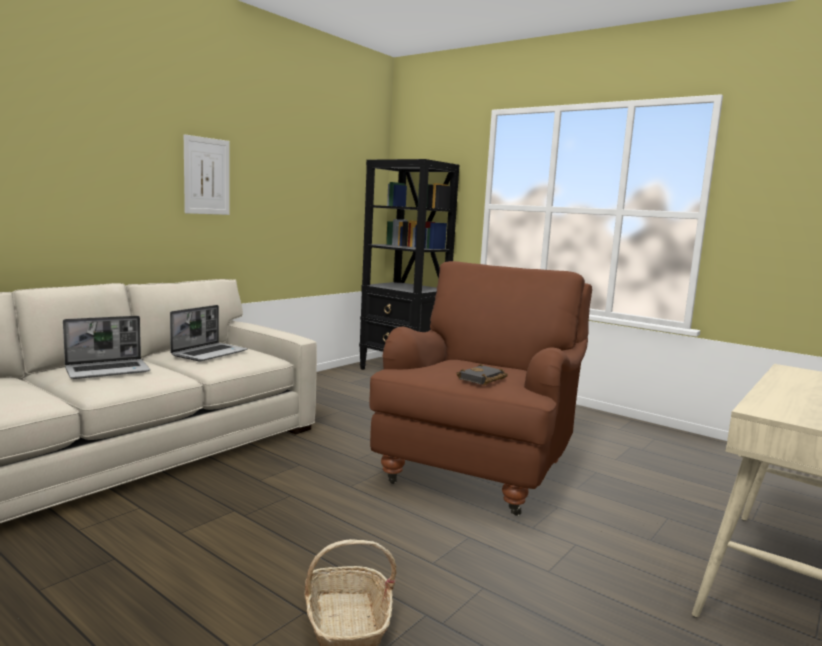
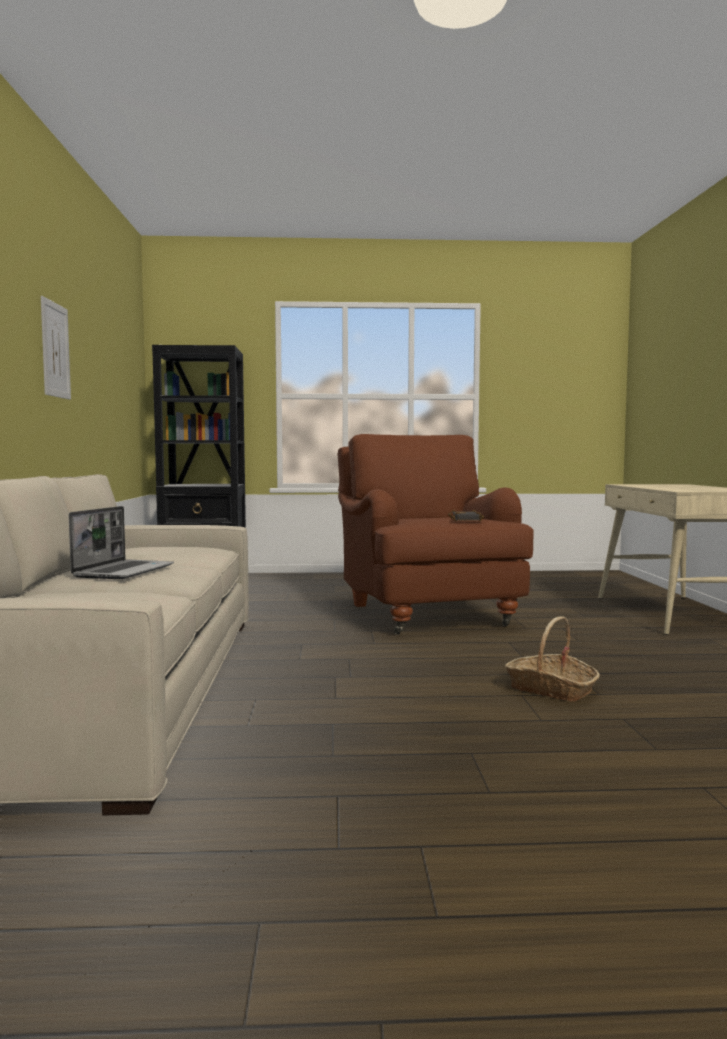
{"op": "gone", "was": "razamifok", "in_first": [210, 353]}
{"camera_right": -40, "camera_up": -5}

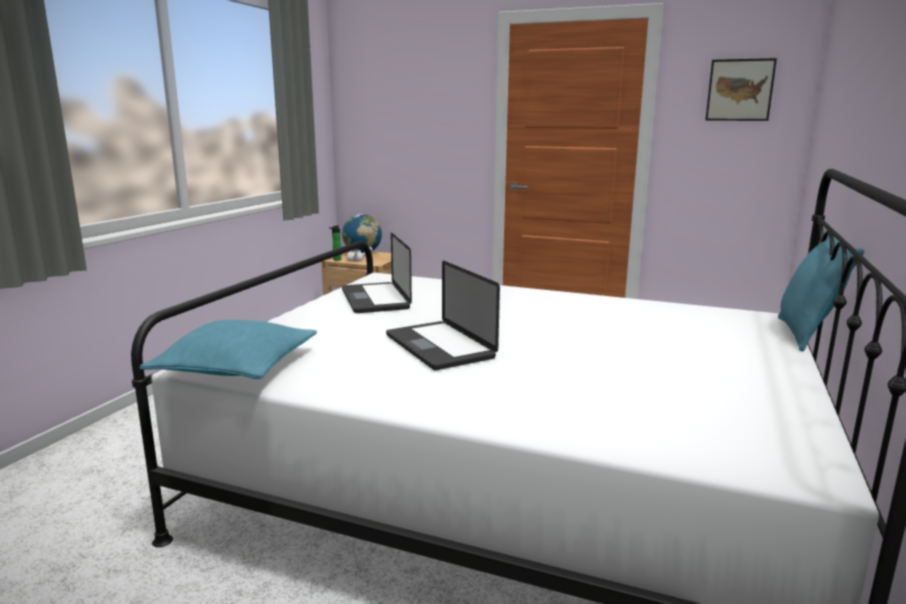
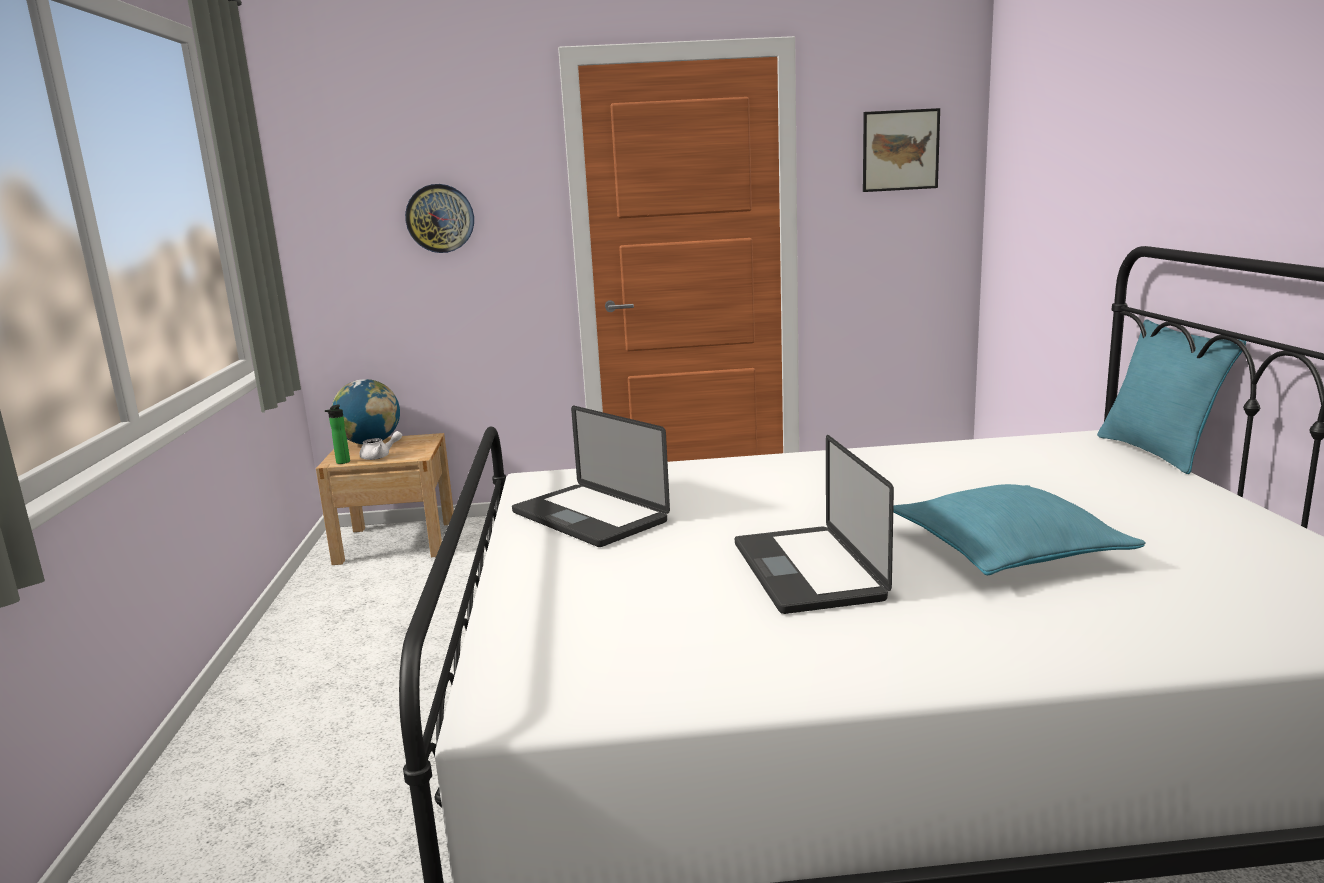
{"op": "new", "now": "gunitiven", "in_second": [440, 218]}
{"op": "shifted", "was": "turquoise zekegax", "in_first": [236, 367], "in_second": [1007, 551]}
{"op": "rotated", "was": "razamifok", "in_first": [439, 346], "in_second": [807, 571], "clockwise": 45}
{"camera_right": -25, "camera_up": 0}

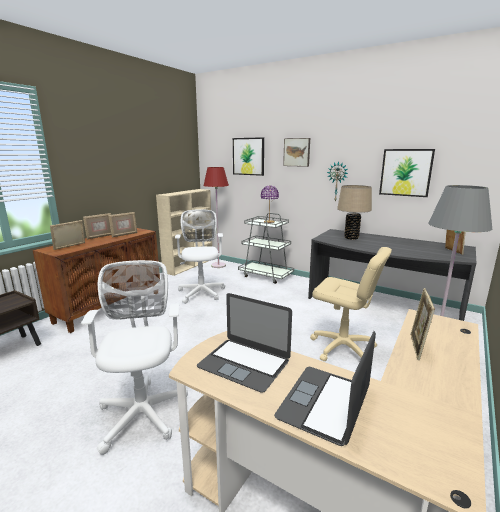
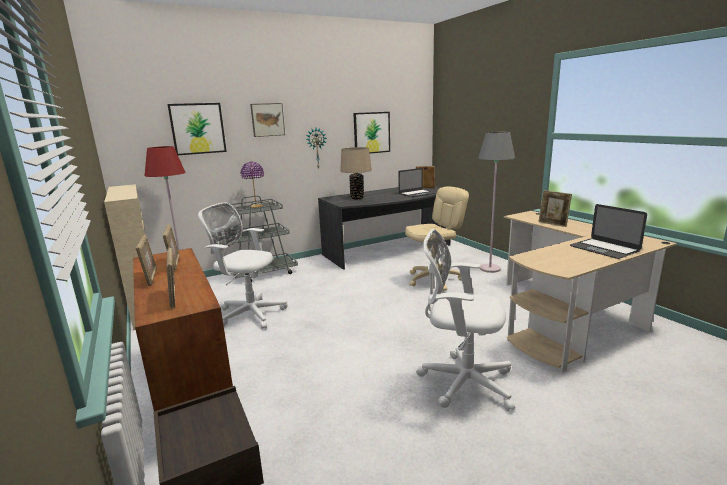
{"op": "shifted", "was": "razamifok", "in_first": [244, 363], "in_second": [417, 193]}
{"camera_right": -60, "camera_up": 0}

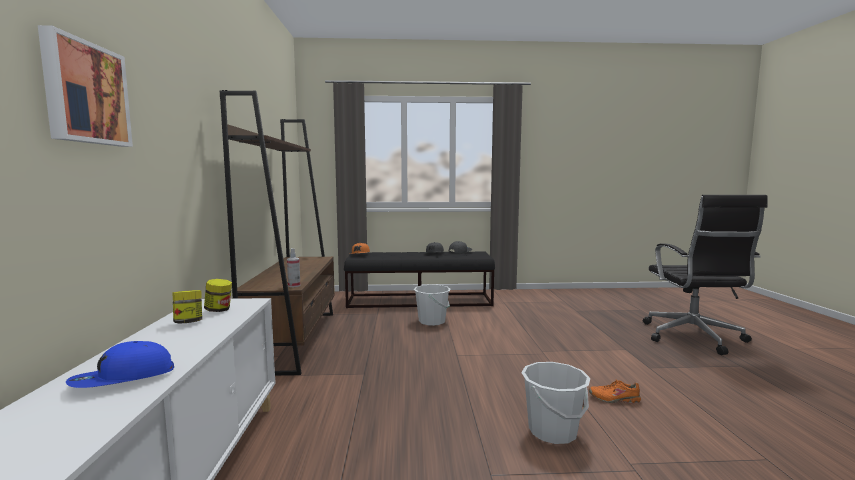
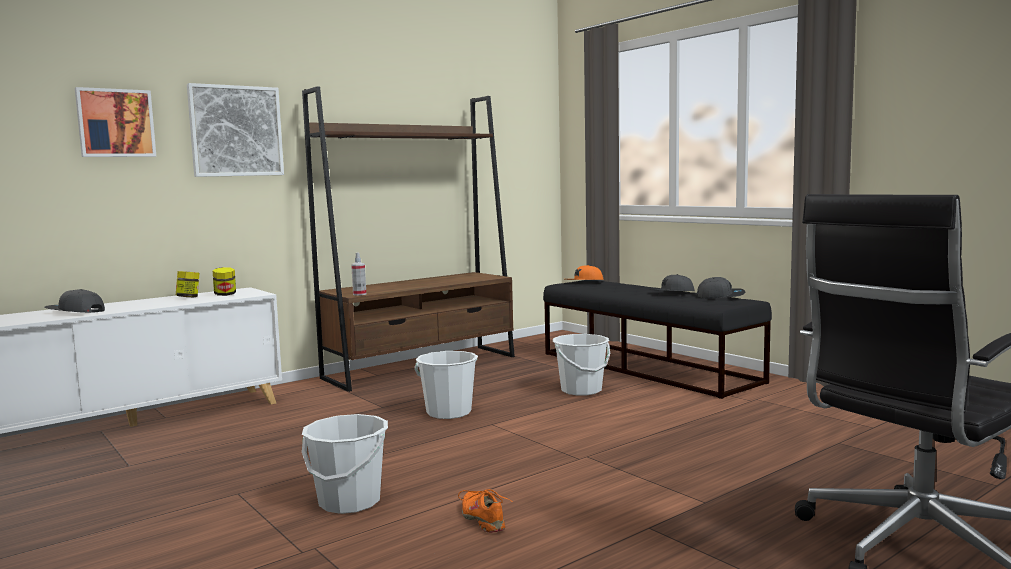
{"op": "new", "now": "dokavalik", "in_second": [236, 131]}
{"op": "new", "now": "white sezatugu", "in_second": [449, 412]}
{"op": "repainted", "was": "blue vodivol", "now": "grey vodivol", "in_first": [123, 379], "in_second": [75, 312]}
{"camera_right": 55, "camera_up": 0}

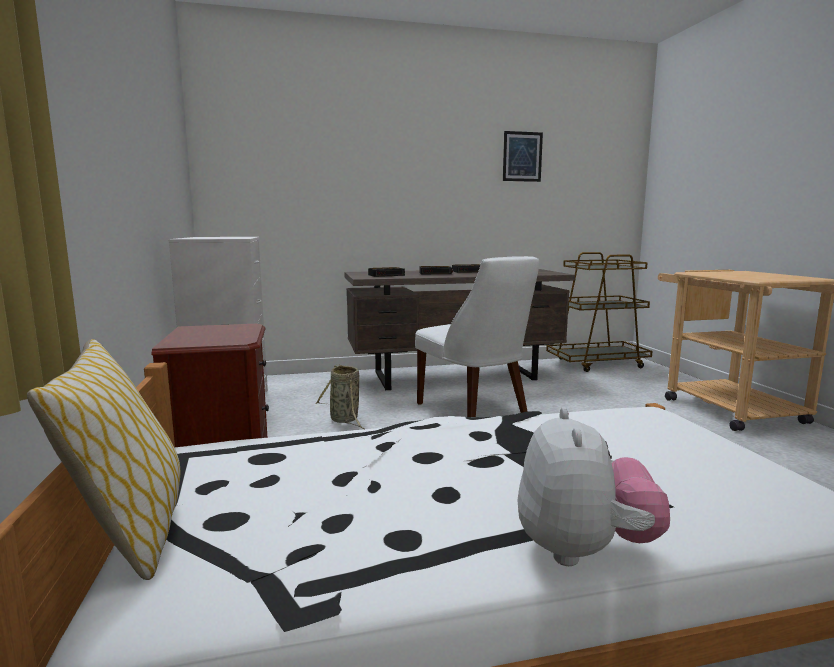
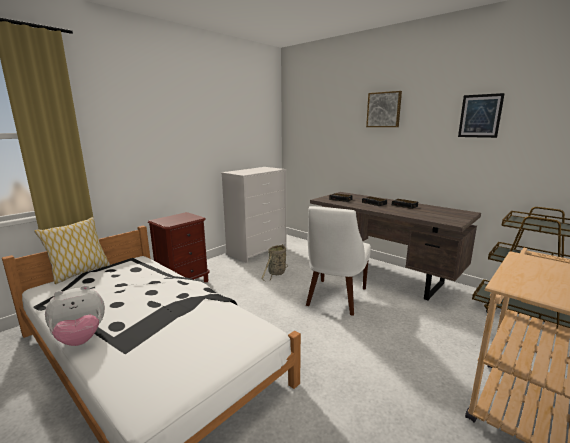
{"op": "new", "now": "dokavalik", "in_second": [384, 109]}
{"camera_right": 55, "camera_up": 5}

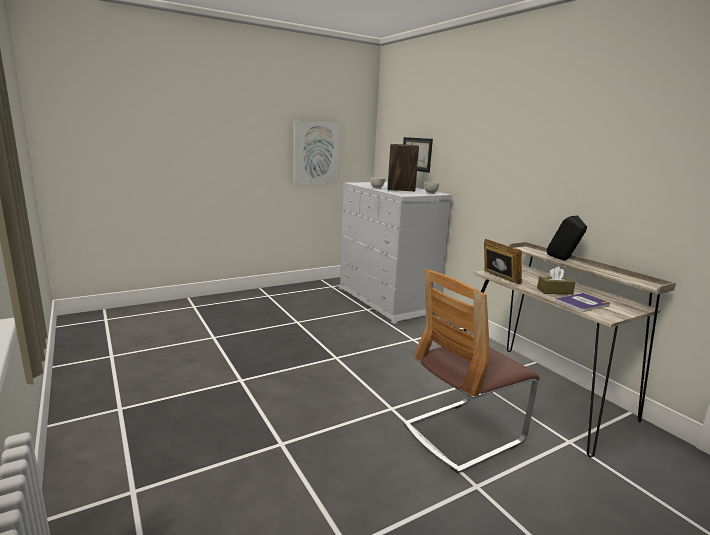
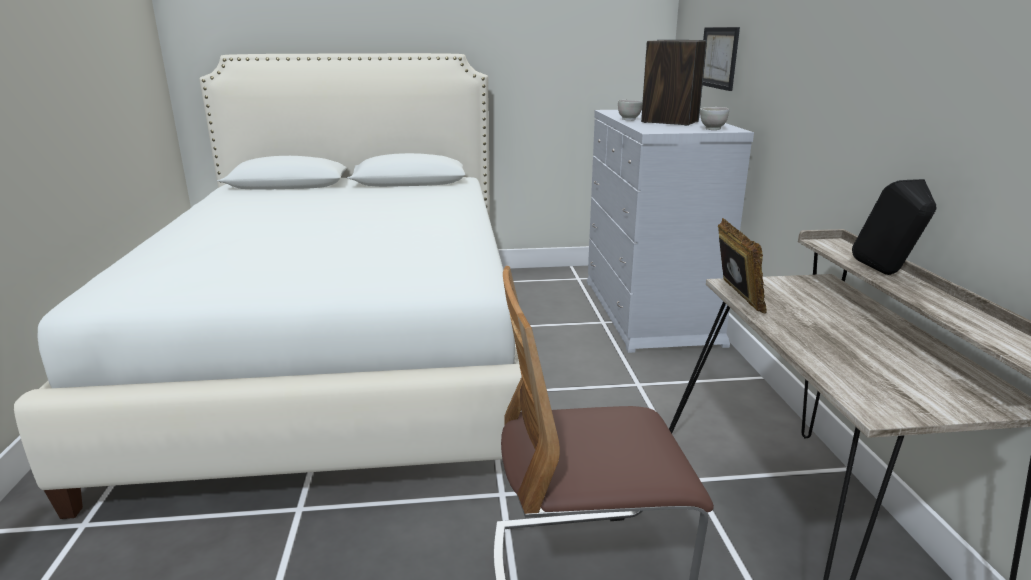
{"op": "gone", "was": "dokavalik", "in_first": [316, 152]}
{"op": "gone", "was": "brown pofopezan", "in_first": [554, 291]}
{"op": "gone", "was": "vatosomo", "in_first": [582, 303]}
{"op": "new", "now": "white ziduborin", "in_second": [344, 354]}
{"camera_right": 25, "camera_up": 5}

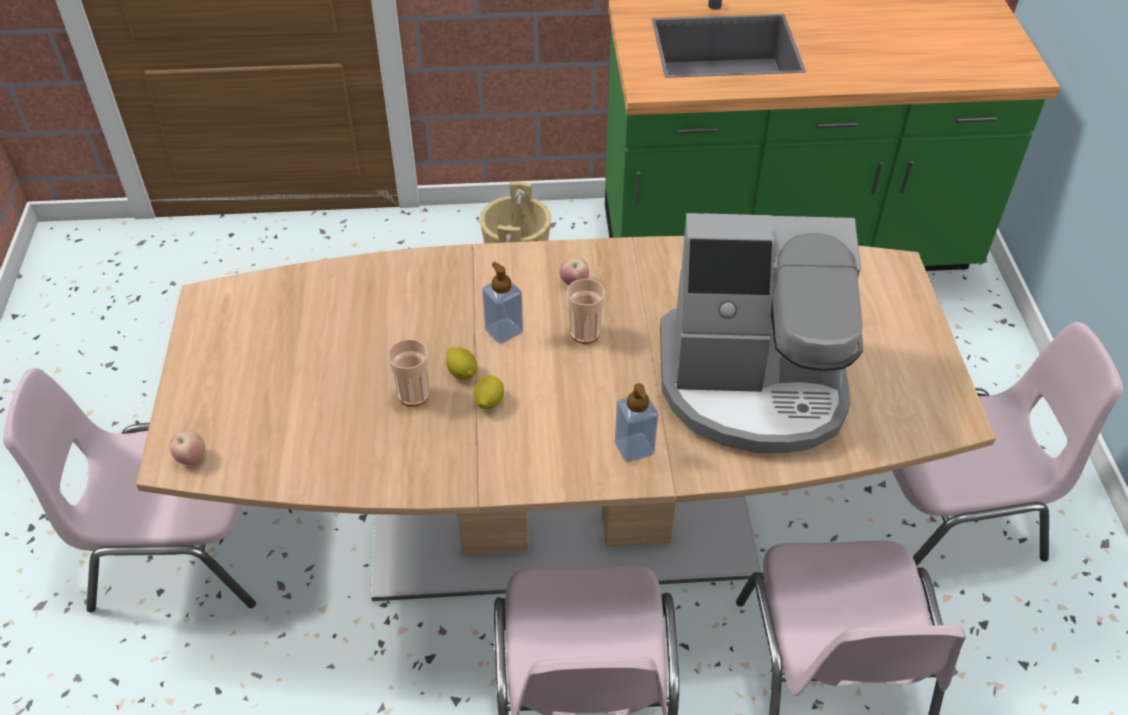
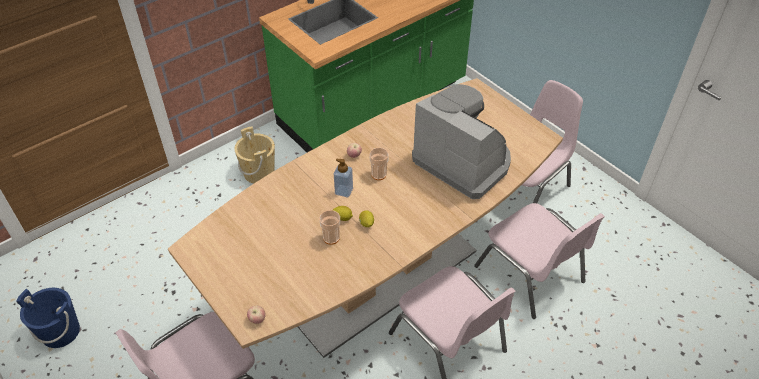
{"op": "gone", "was": "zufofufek", "in_first": [634, 448]}
{"op": "new", "now": "blue sezatugu", "in_second": [60, 332]}
{"op": "rotated", "was": "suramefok", "in_first": [753, 384], "in_second": [463, 161], "clockwise": -105}
{"camera_right": -35, "camera_up": 0}

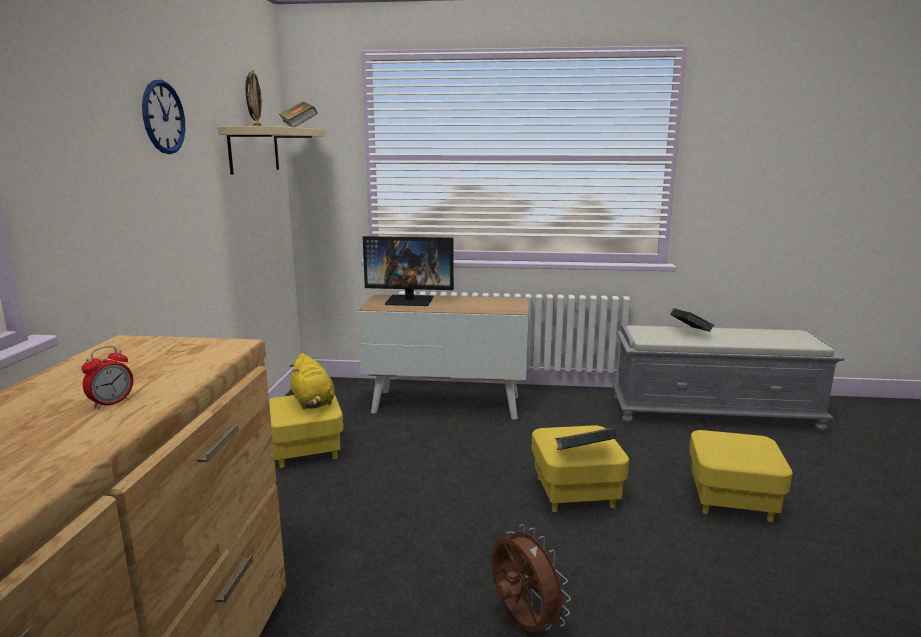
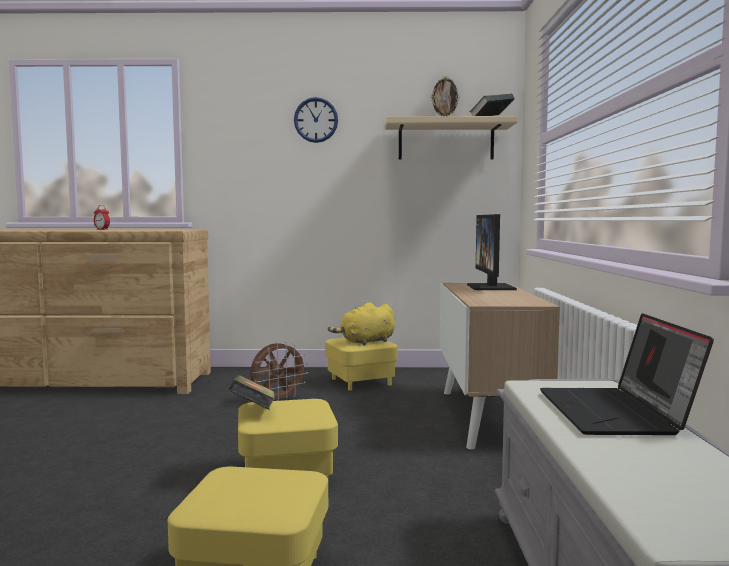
{"op": "shifted", "was": "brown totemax", "in_first": [522, 623], "in_second": [278, 400]}
{"op": "swapped", "was": "vatosomo", "now": "razamifok", "in_first": [690, 332], "in_second": [617, 413]}
{"camera_right": 85, "camera_up": -10}

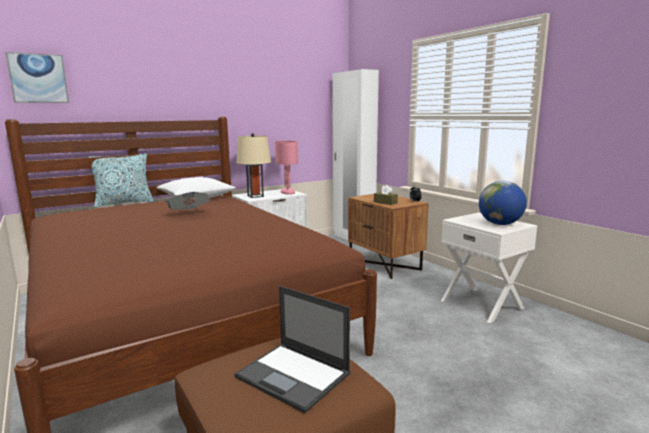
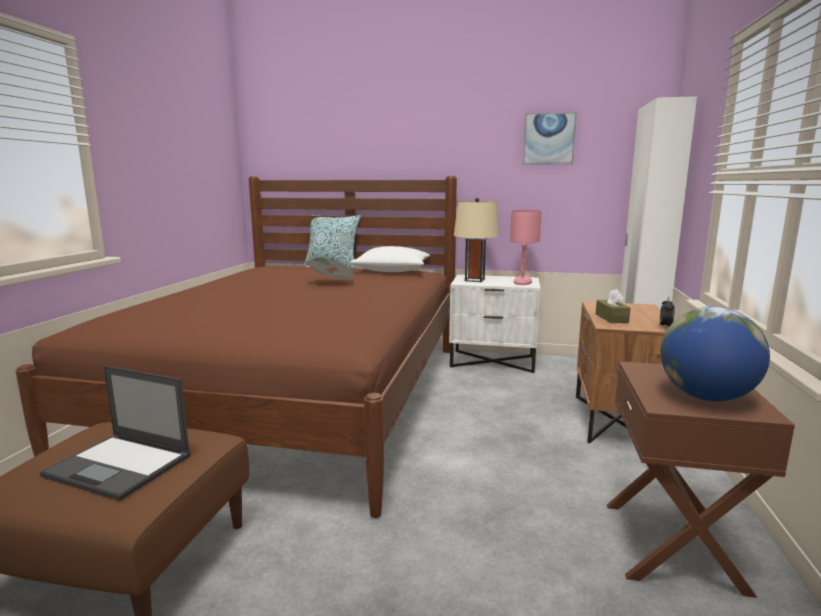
{"op": "shifted", "was": "dokavalik", "in_first": [38, 78], "in_second": [548, 139]}
{"op": "repainted", "was": "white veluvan", "now": "brown veluvan", "in_first": [482, 304], "in_second": [674, 545]}
{"op": "rotated", "was": "razamifok", "in_first": [294, 376], "in_second": [120, 466], "clockwise": -60}
{"camera_right": 45, "camera_up": 0}

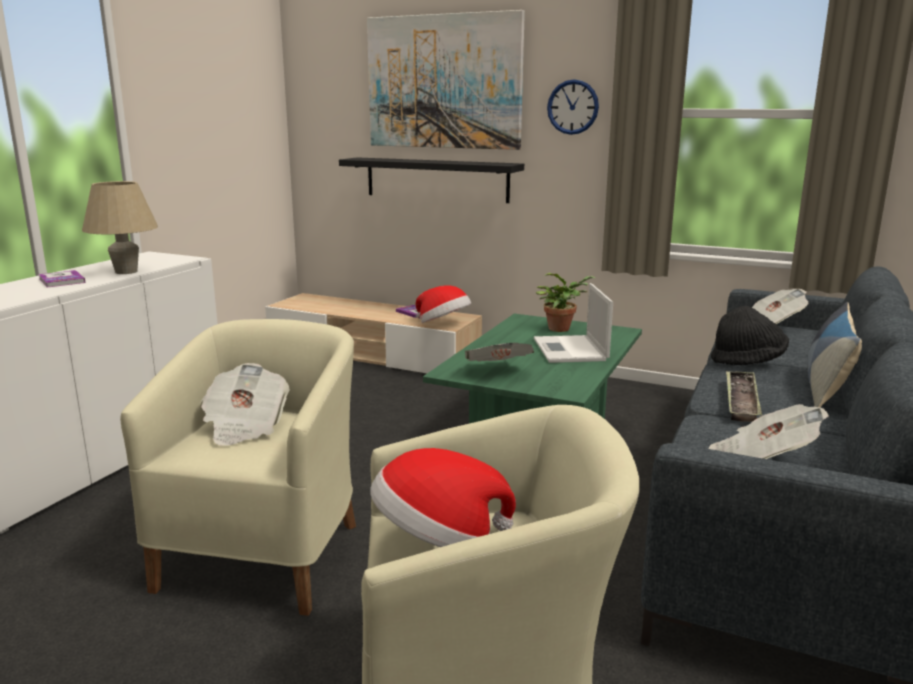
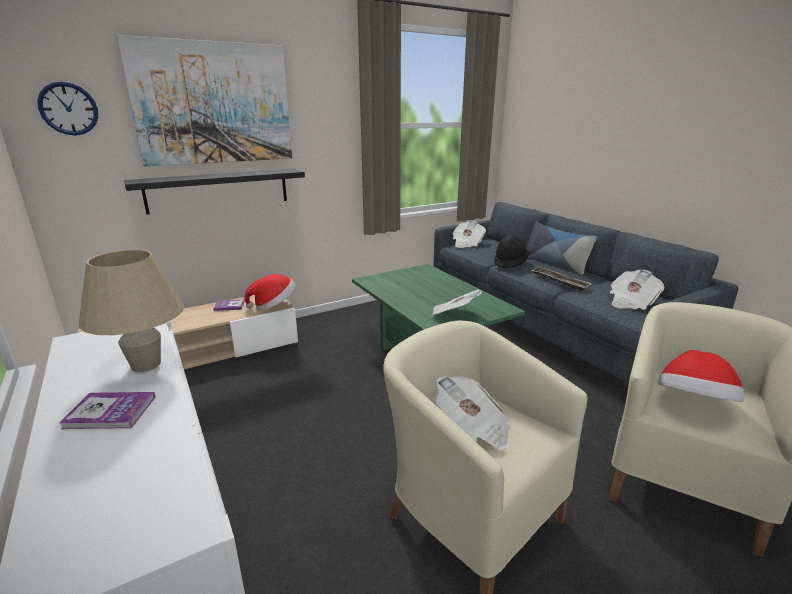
{"op": "gone", "was": "razamifok", "in_first": [570, 350]}
{"op": "gone", "was": "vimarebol", "in_first": [561, 328]}
{"op": "shifted", "was": "gunitiven", "in_first": [572, 107], "in_second": [68, 109]}
{"camera_right": -55, "camera_up": 5}

